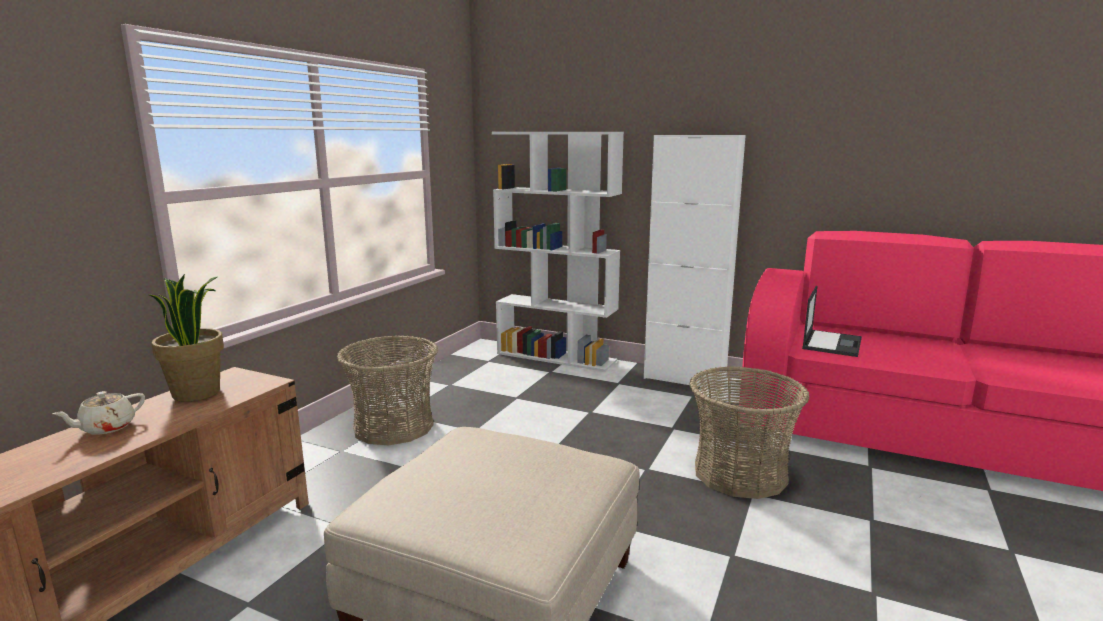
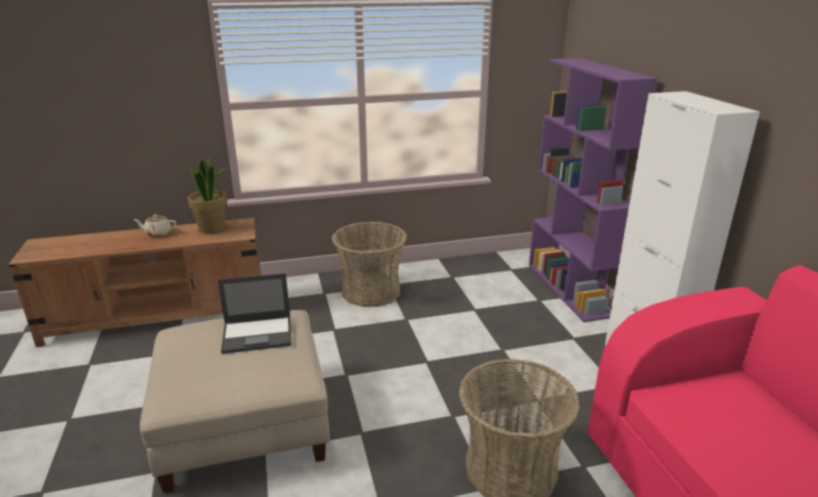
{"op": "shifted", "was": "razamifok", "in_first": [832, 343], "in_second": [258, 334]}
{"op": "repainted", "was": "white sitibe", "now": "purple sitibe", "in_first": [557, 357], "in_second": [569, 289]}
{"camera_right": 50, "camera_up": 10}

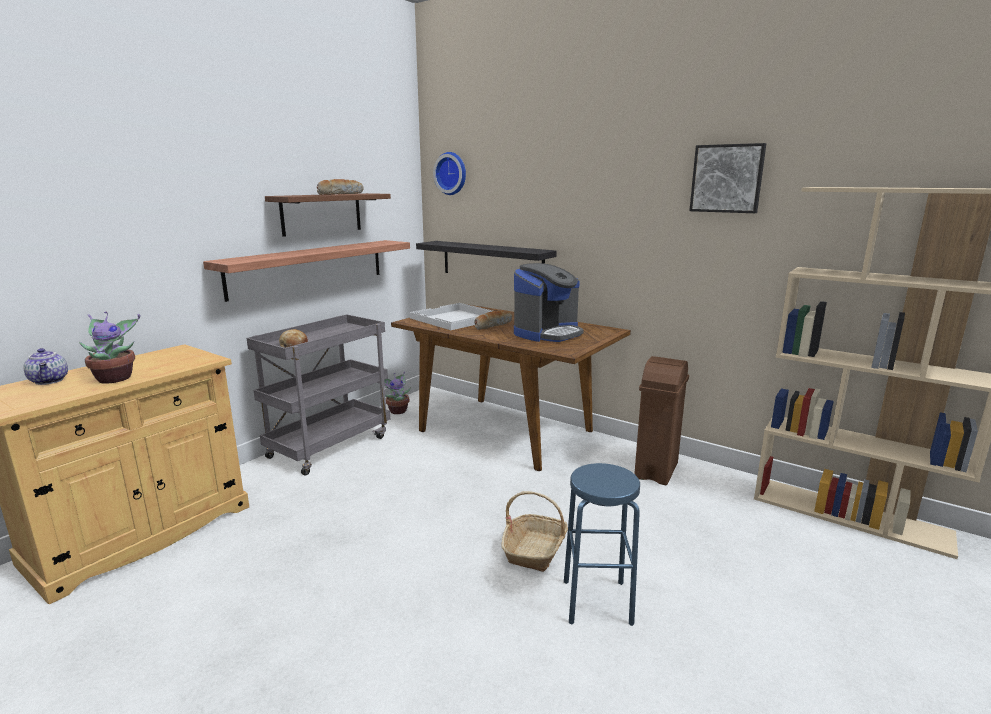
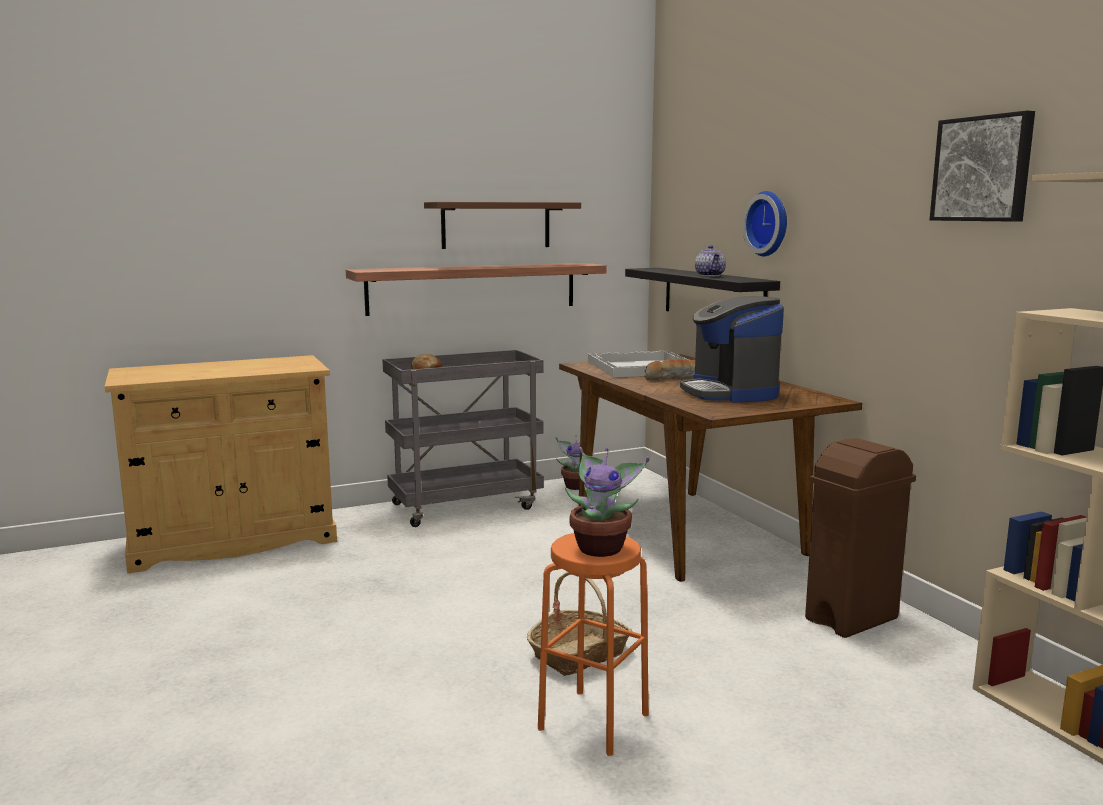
{"op": "gone", "was": "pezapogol", "in_first": [340, 194]}
{"op": "shifted", "was": "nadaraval", "in_first": [50, 381], "in_second": [710, 275]}
{"op": "shifted", "was": "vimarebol", "in_first": [116, 378], "in_second": [602, 548]}
{"op": "shifted", "was": "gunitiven", "in_first": [452, 173], "in_second": [769, 223]}
{"op": "repainted", "was": "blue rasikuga", "now": "orange rasikuga", "in_first": [597, 602], "in_second": [594, 721]}
{"op": "rotated", "was": "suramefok", "in_first": [547, 333], "in_second": [730, 393], "clockwise": 90}
{"camera_right": 30, "camera_up": -5}

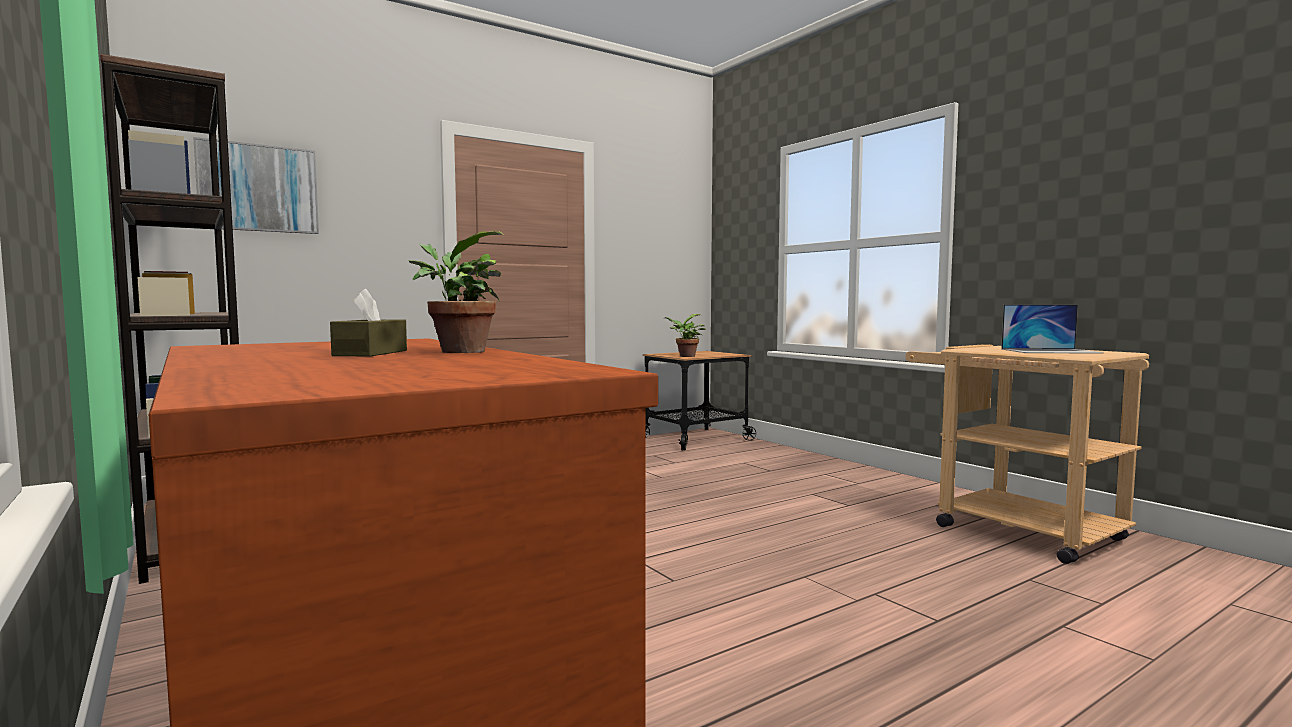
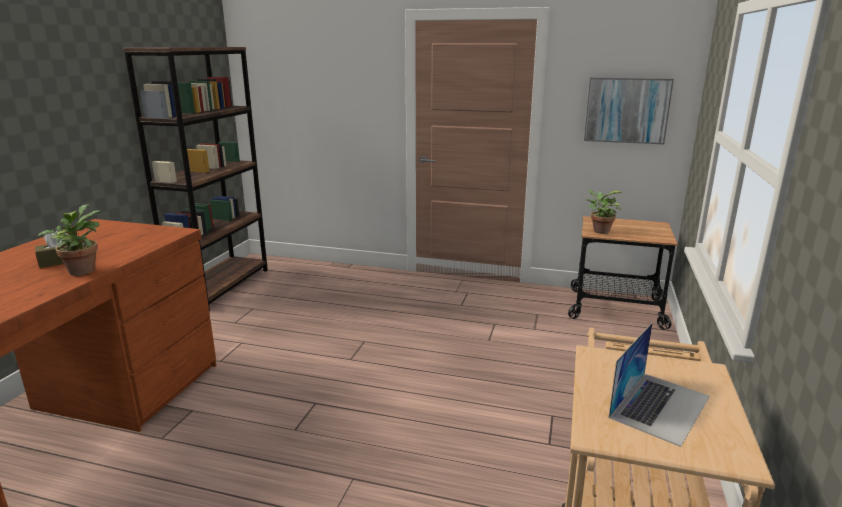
{"op": "shifted", "was": "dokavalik", "in_first": [258, 188], "in_second": [626, 110]}
{"op": "rotated", "was": "razamifok", "in_first": [1050, 351], "in_second": [660, 406], "clockwise": -105}
{"camera_right": 50, "camera_up": 15}

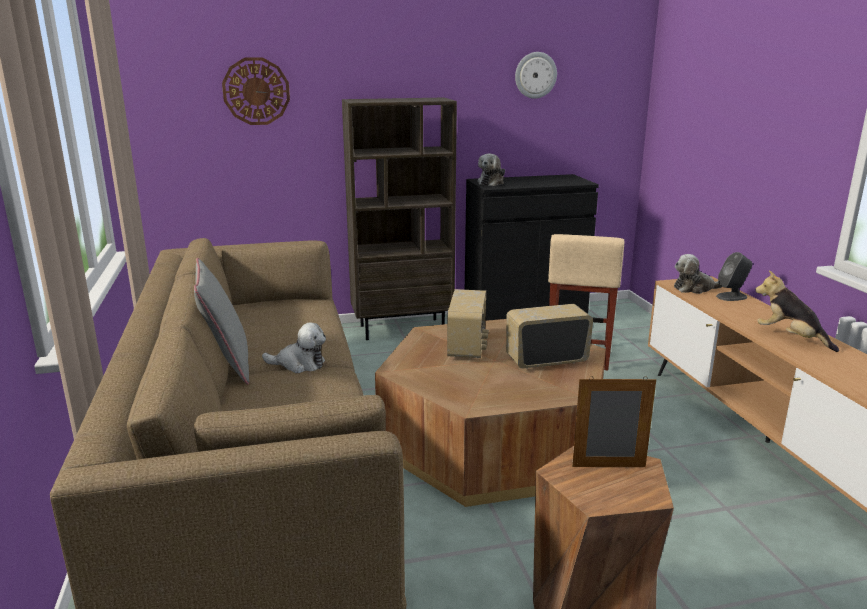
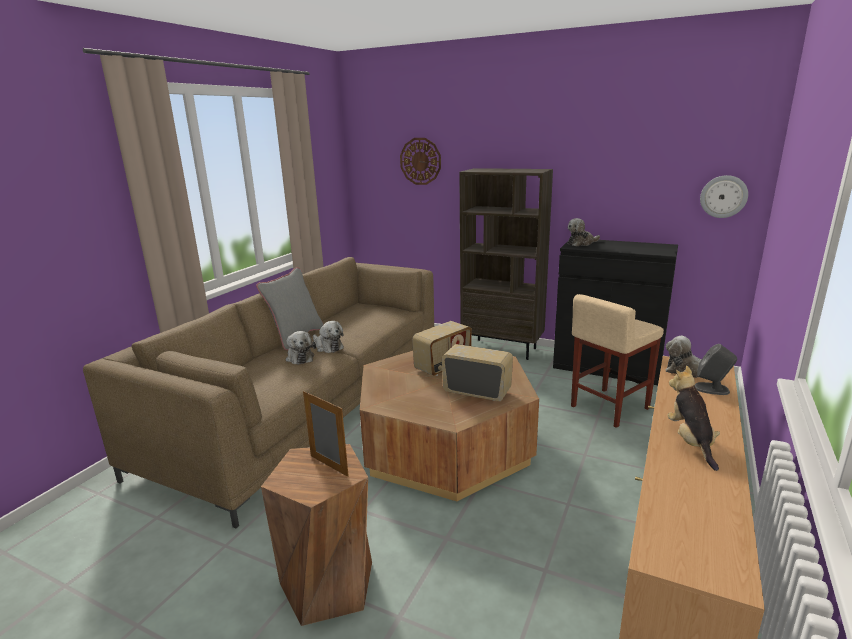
{"op": "new", "now": "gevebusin", "in_second": [300, 357]}
{"op": "shifted", "was": "gunitiven", "in_first": [535, 75], "in_second": [723, 196]}
{"camera_right": 40, "camera_up": 0}

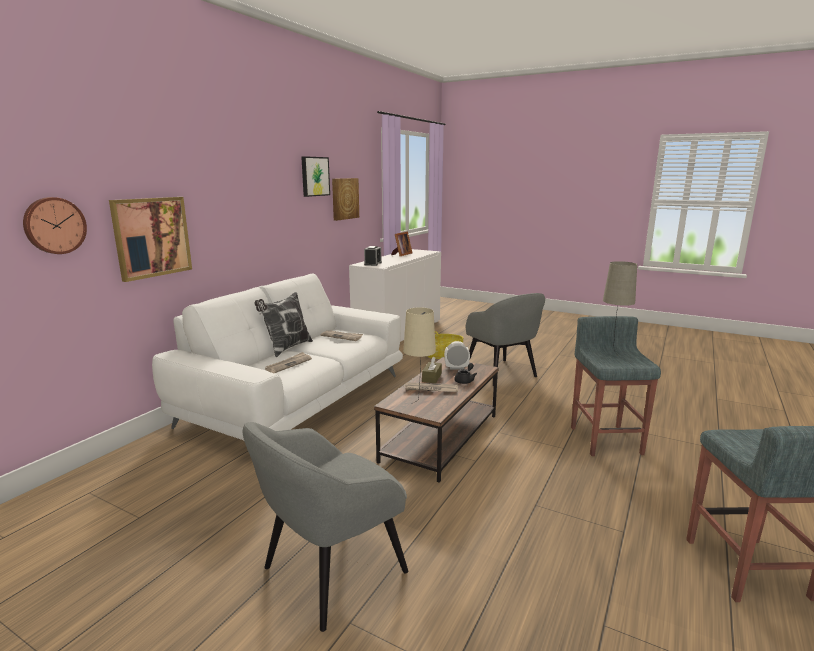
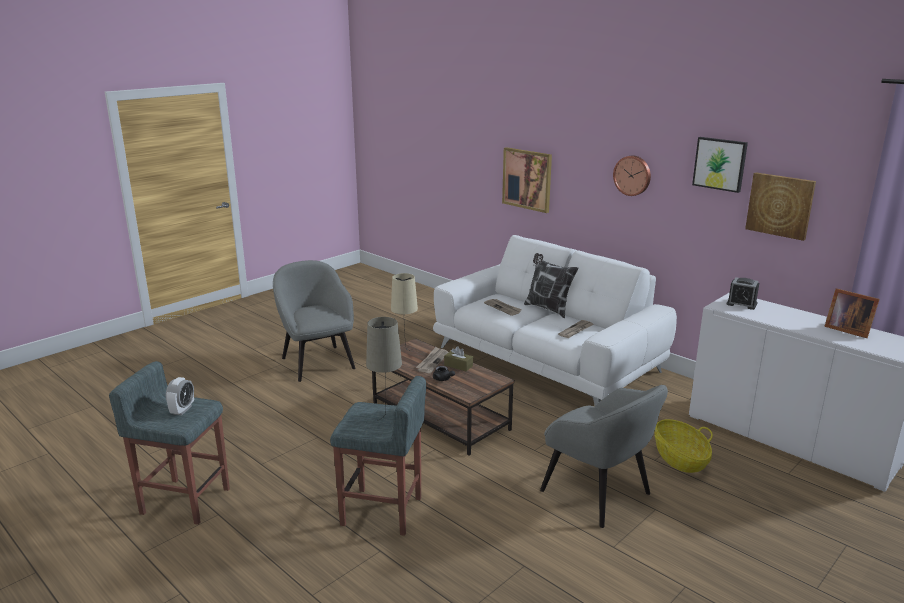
{"op": "shifted", "was": "gunitiven", "in_first": [54, 225], "in_second": [632, 175]}
{"op": "shifted", "was": "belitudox", "in_first": [456, 368], "in_second": [182, 410]}
{"op": "rotated", "was": "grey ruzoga", "in_first": [501, 373], "in_second": [597, 493], "clockwise": -120}
{"camera_right": 105, "camera_up": 5}

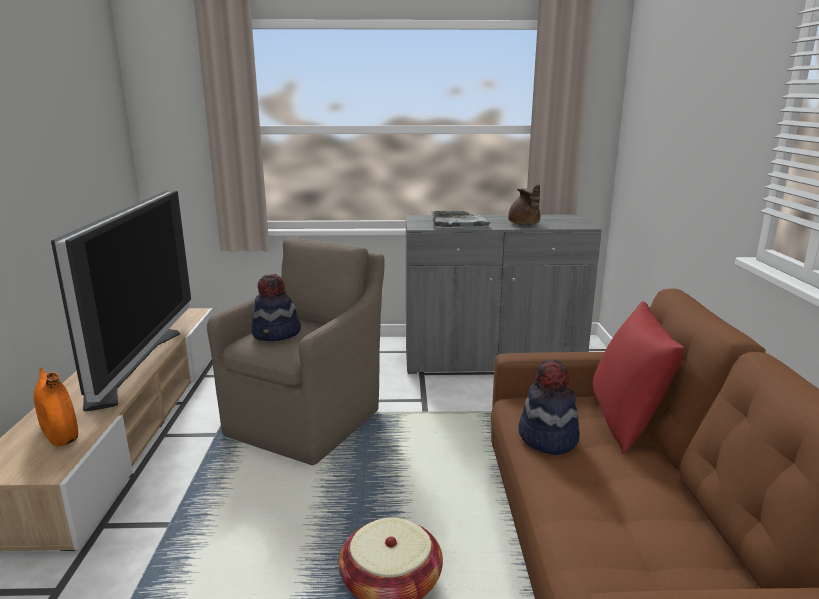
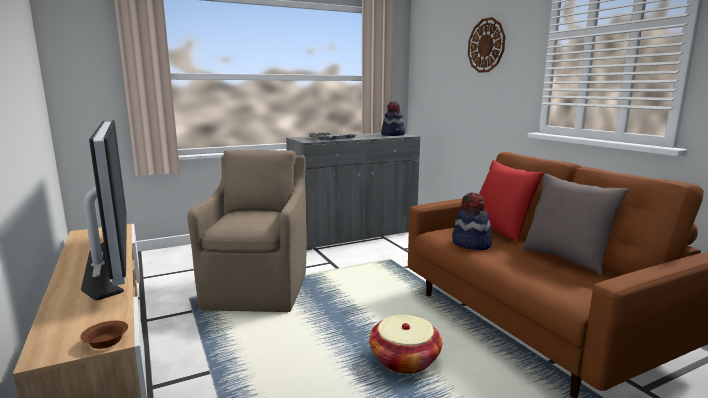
{"op": "gone", "was": "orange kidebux", "in_first": [60, 434]}
{"op": "gone", "was": "brown nadaraval", "in_first": [524, 224]}
{"op": "new", "now": "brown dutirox", "in_second": [107, 342]}
{"op": "new", "now": "gunitiven", "in_second": [486, 45]}
{"op": "new", "now": "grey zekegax", "in_second": [565, 259]}
{"op": "shifted", "was": "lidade", "in_first": [276, 334], "in_second": [393, 135]}
{"camera_right": -25, "camera_up": -5}

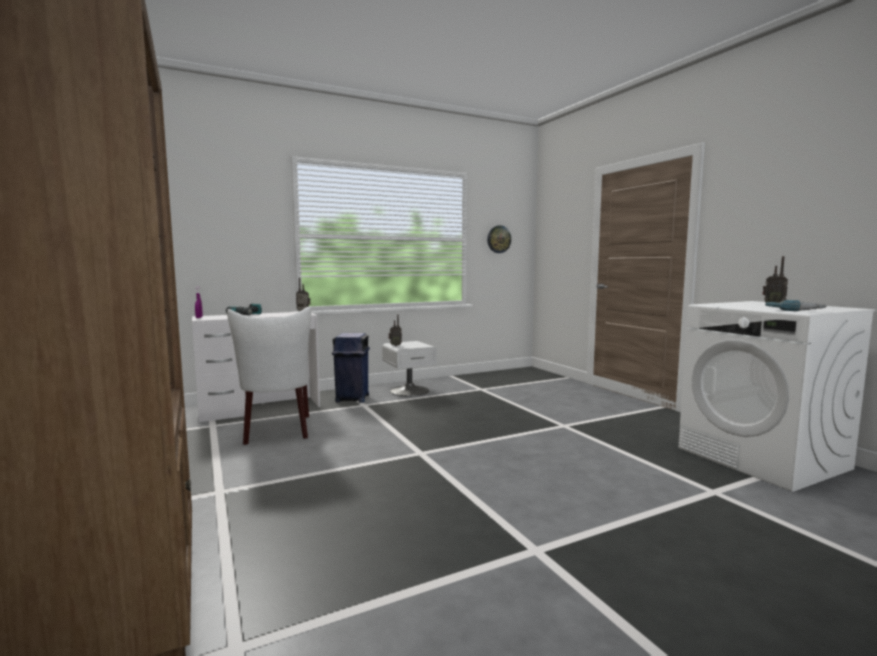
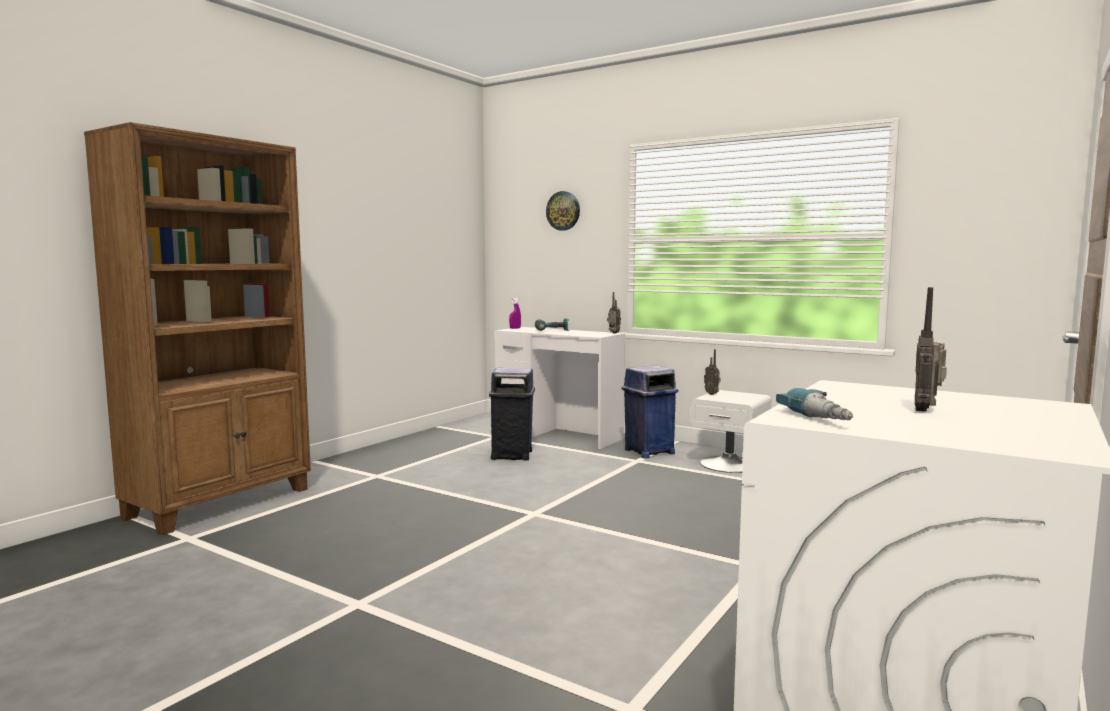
{"op": "shifted", "was": "gunitiven", "in_first": [498, 239], "in_second": [563, 211]}
{"op": "swapped", "was": "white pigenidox", "now": "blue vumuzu", "in_first": [277, 431], "in_second": [512, 455]}
{"camera_right": 60, "camera_up": 0}

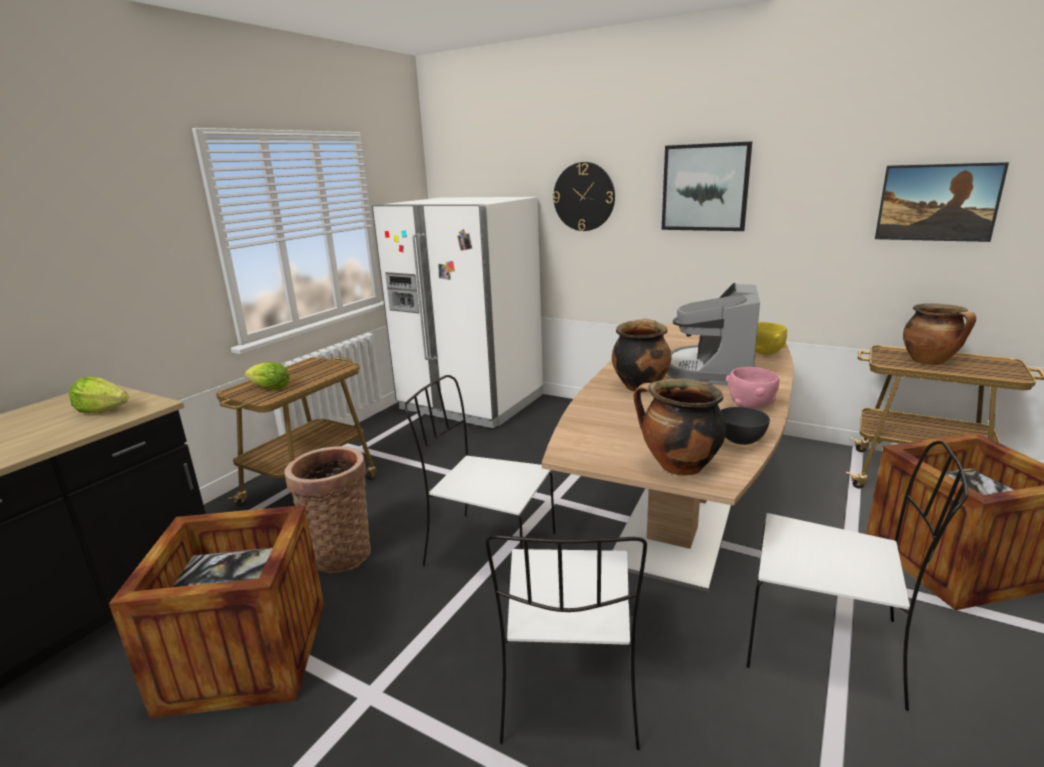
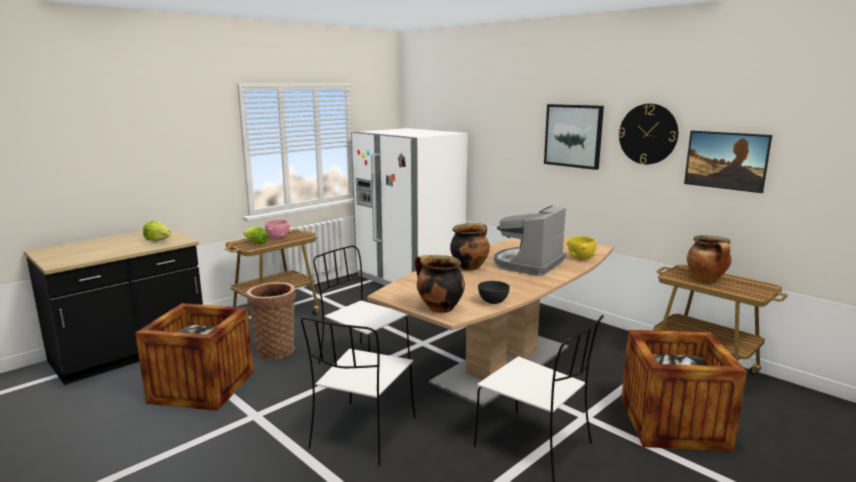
{"op": "shifted", "was": "gunitiven", "in_first": [584, 197], "in_second": [648, 134]}
{"op": "shifted", "was": "pink dutirox", "in_first": [750, 406], "in_second": [277, 238]}
{"camera_right": 15, "camera_up": -5}

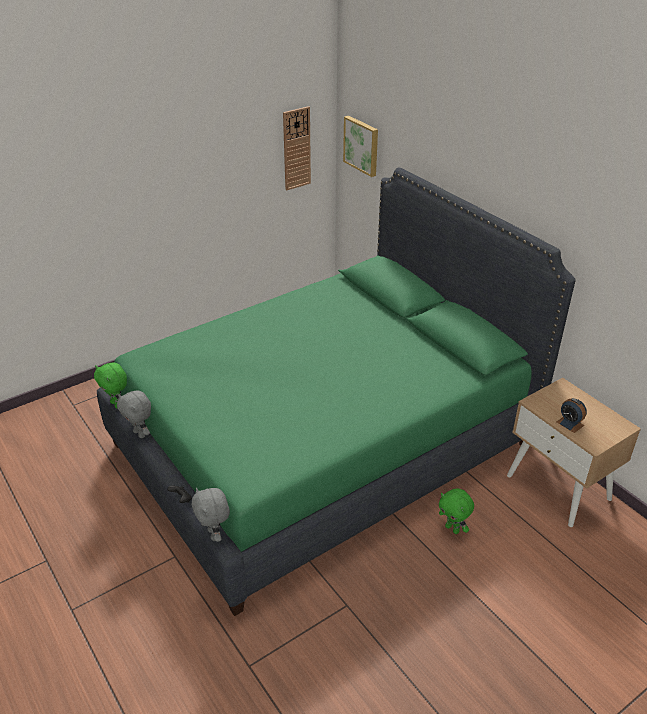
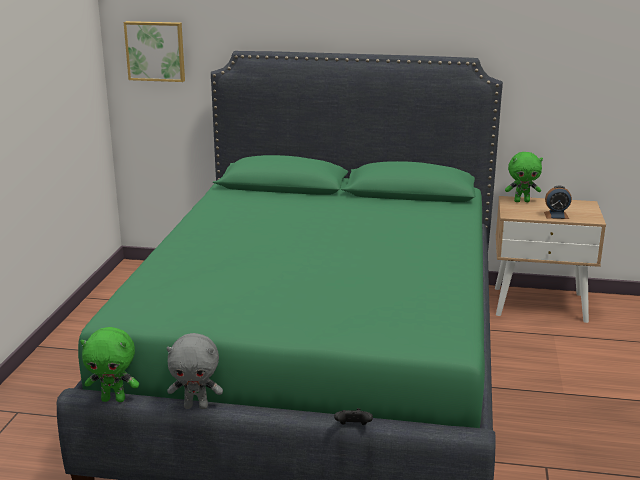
{"op": "gone", "was": "grey gevebusin", "in_first": [214, 534]}
{"op": "gone", "was": "gunitiven", "in_first": [296, 148]}
{"op": "shifted", "was": "green gevebusin", "in_first": [453, 529], "in_second": [522, 201]}
{"camera_right": -45, "camera_up": -15}

